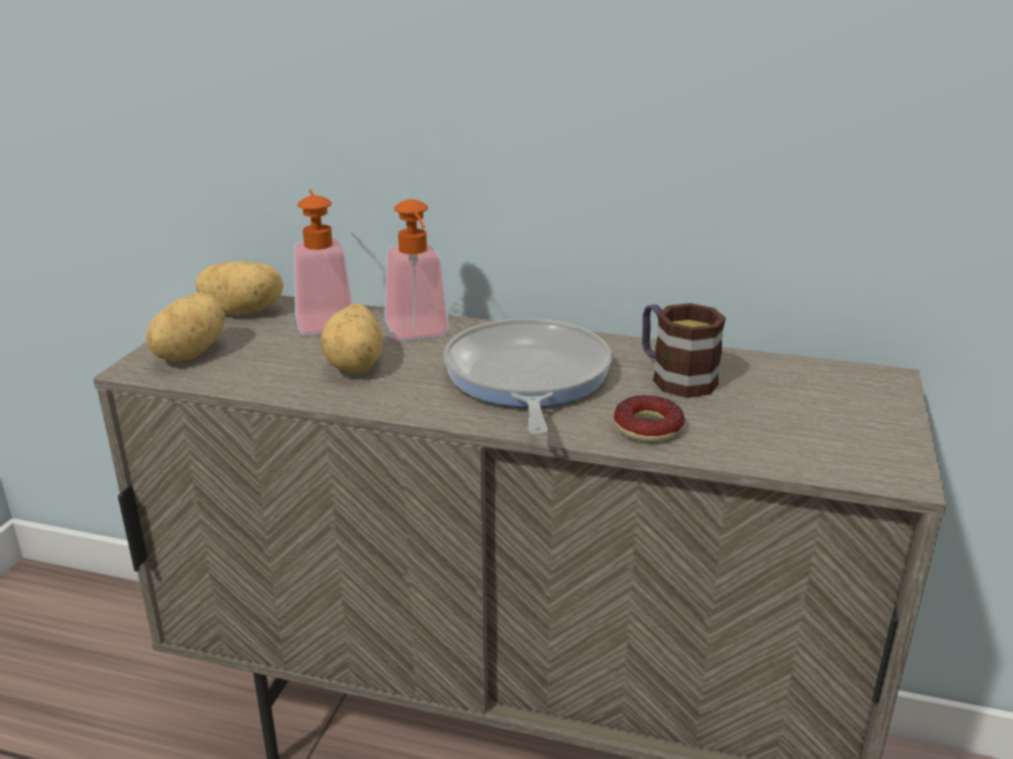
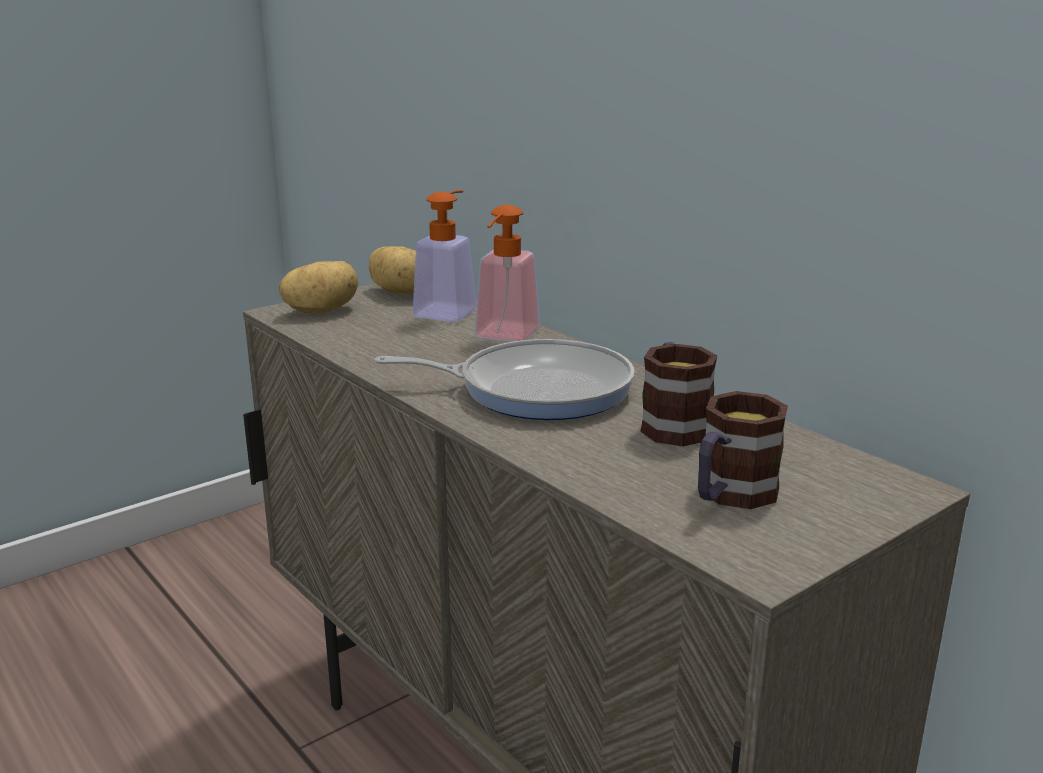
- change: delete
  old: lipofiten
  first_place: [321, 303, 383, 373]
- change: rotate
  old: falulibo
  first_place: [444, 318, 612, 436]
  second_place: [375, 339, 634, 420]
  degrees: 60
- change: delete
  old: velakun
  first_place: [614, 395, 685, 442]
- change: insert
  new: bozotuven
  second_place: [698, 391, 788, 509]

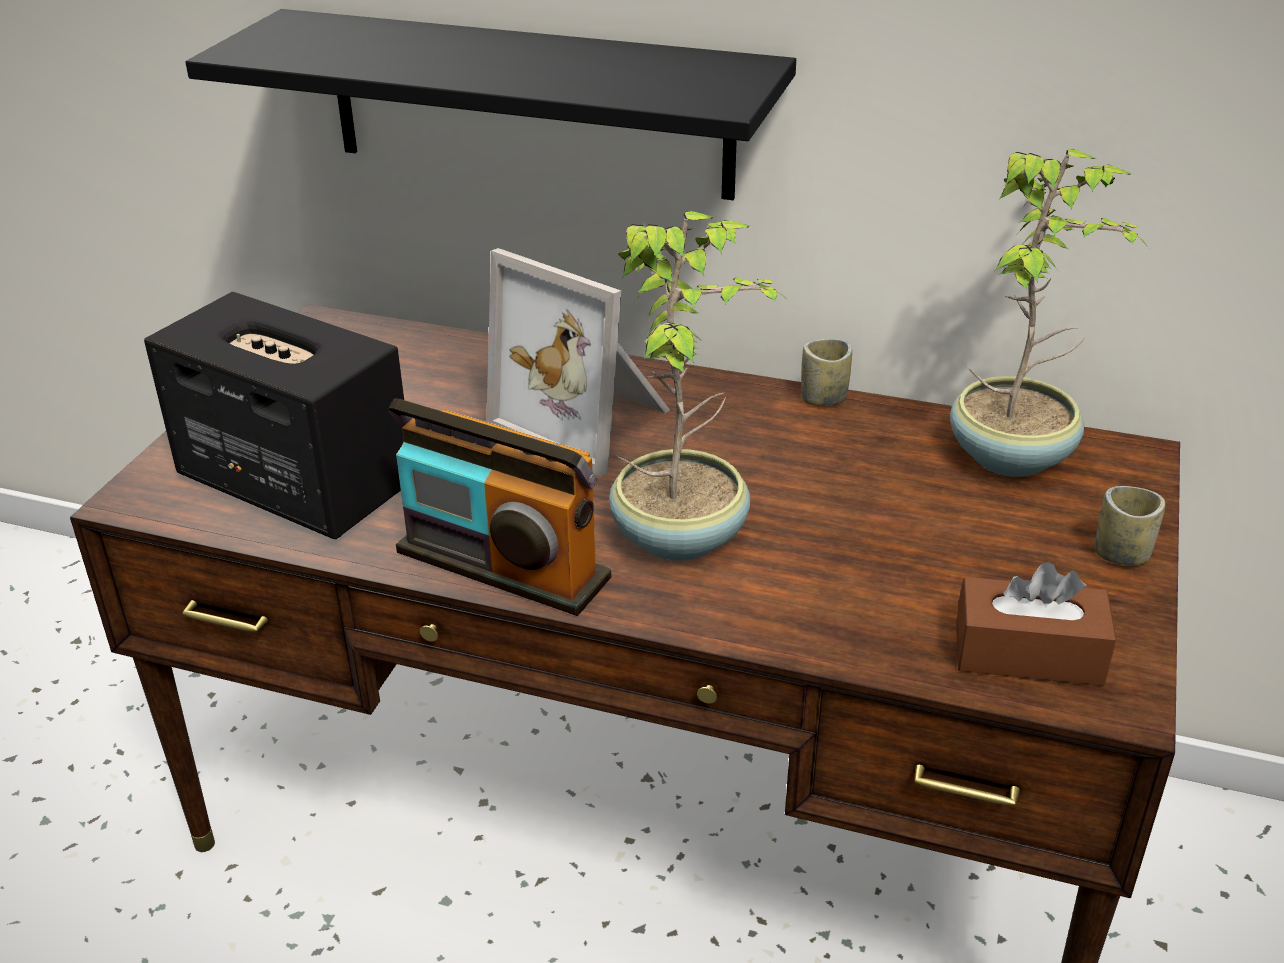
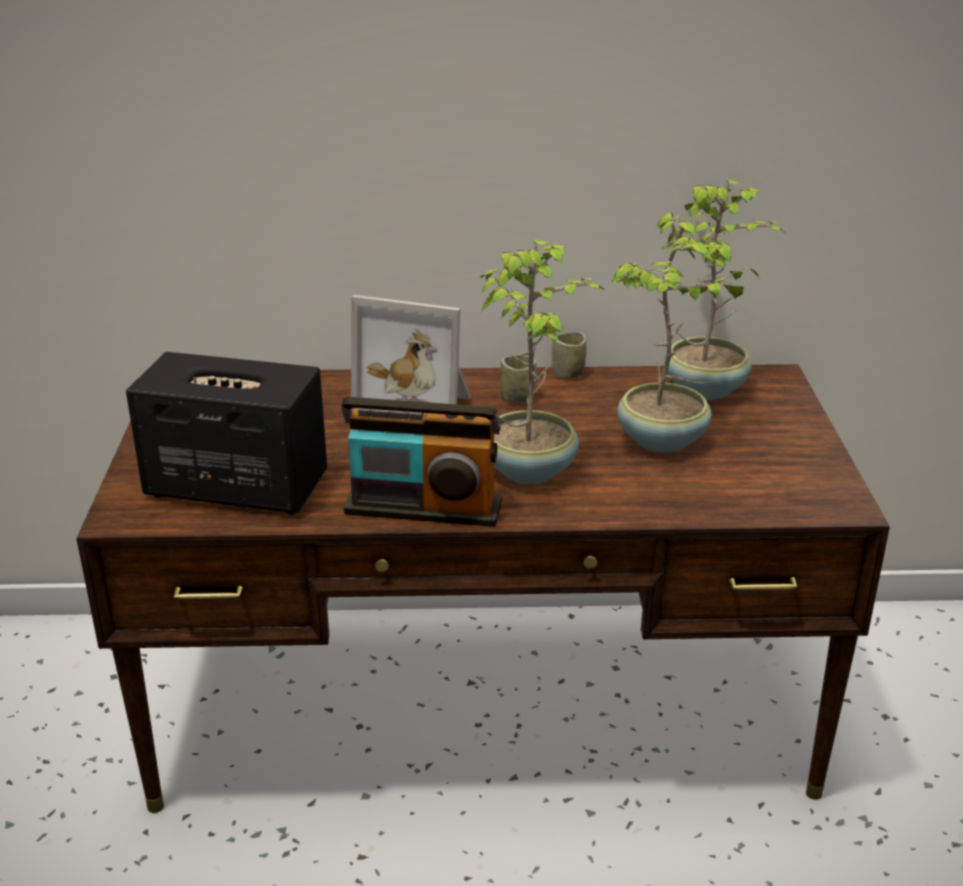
- change: delete
  old: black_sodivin
  first_place: [185, 9, 796, 200]
- change: move
  old: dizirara
  first_place: [1095, 486, 1165, 566]
  second_place: [501, 356, 536, 403]
- change: delete
  old: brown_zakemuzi
  first_place: [956, 562, 1116, 686]
- change: insert
  new: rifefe
  second_place: [610, 213, 758, 452]

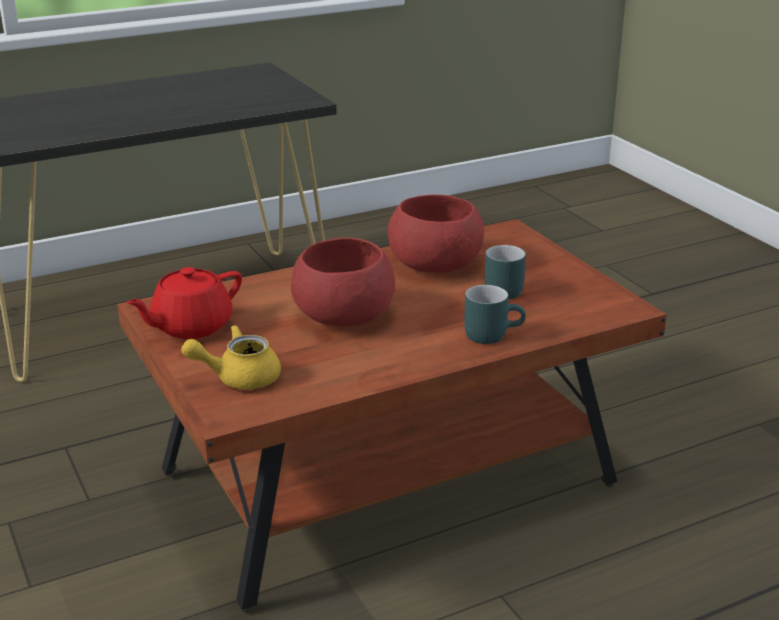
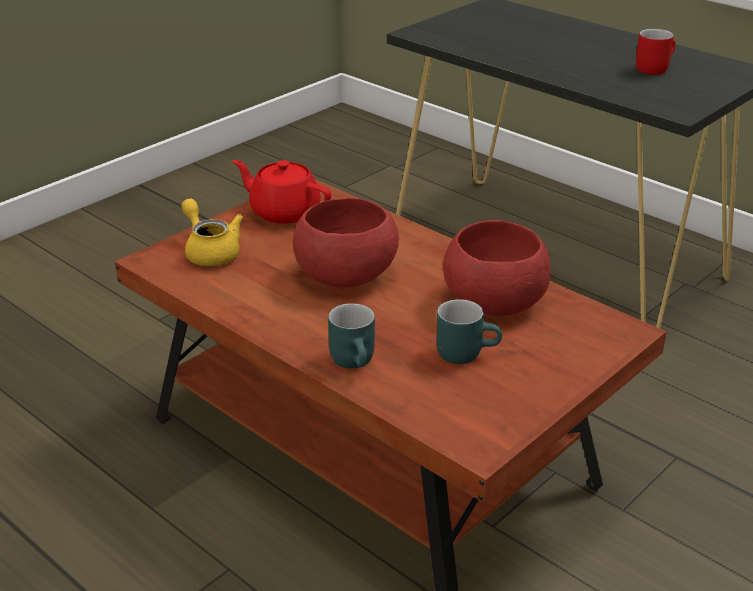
- change: insert
  new: red_bozotuven
  second_place: [636, 29, 676, 75]

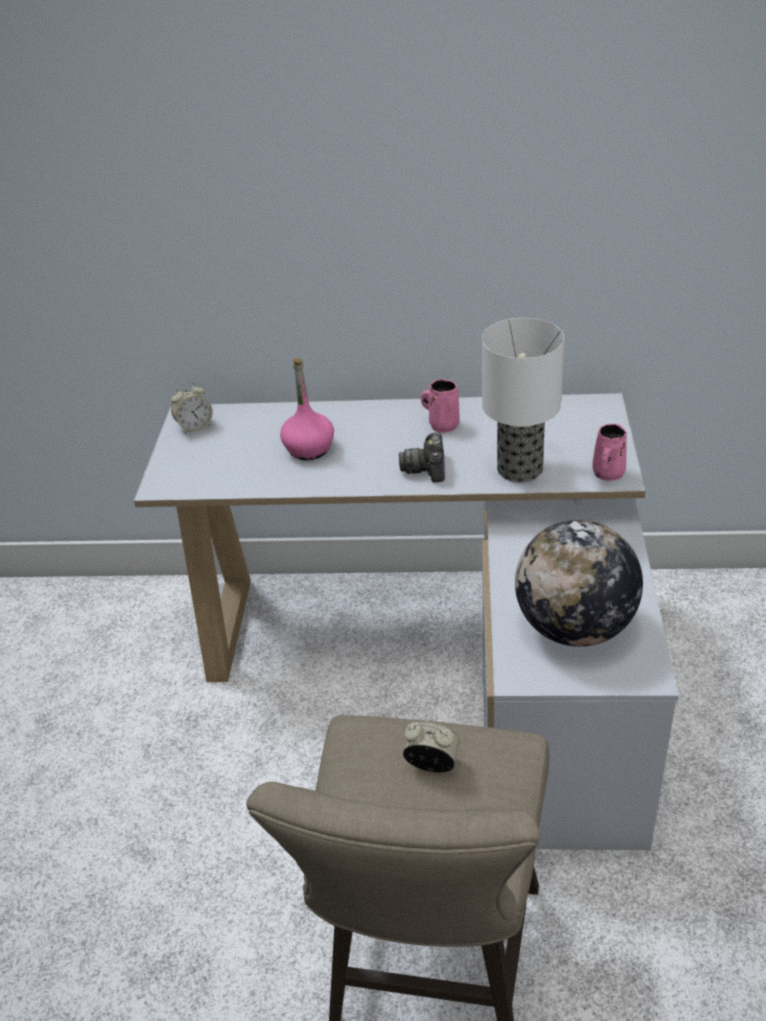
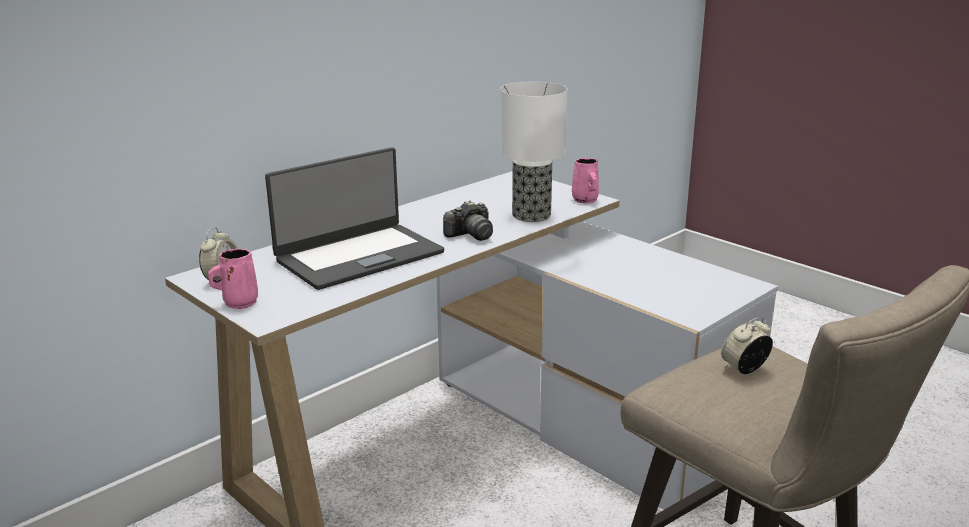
- change: replace
  old: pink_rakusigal
  new: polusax
  first_place: [280, 358, 334, 460]
  second_place: [265, 147, 444, 290]
- change: move
  old: pink_bozotuven
  first_place: [421, 379, 460, 433]
  second_place: [208, 249, 258, 309]
- change: rotate
  old: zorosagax
  first_place: [399, 433, 445, 482]
  second_place: [443, 200, 493, 241]
  degrees: -75
- change: delete
  old: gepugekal
  first_place: [515, 520, 643, 647]

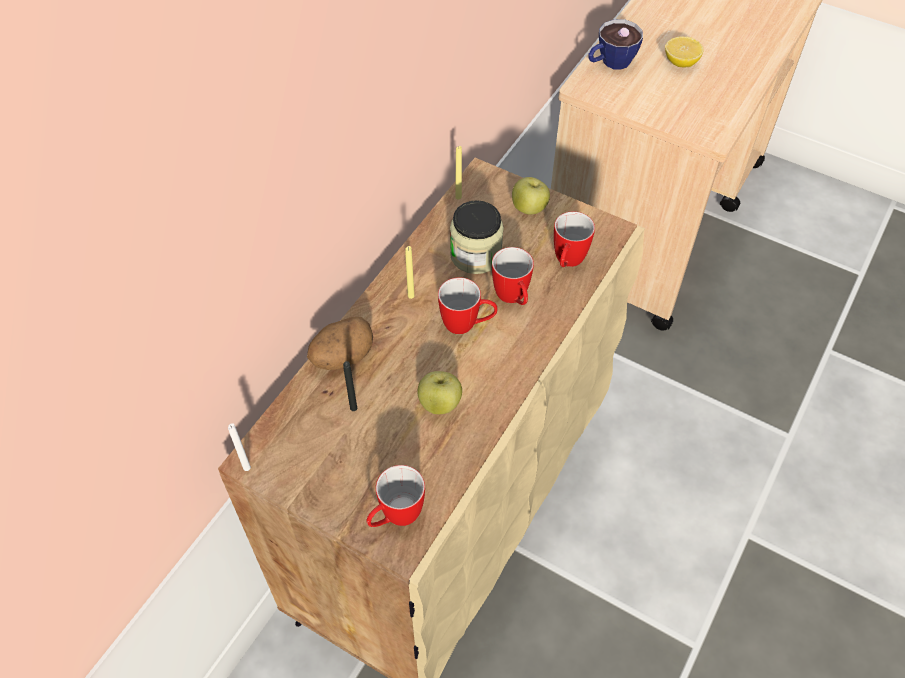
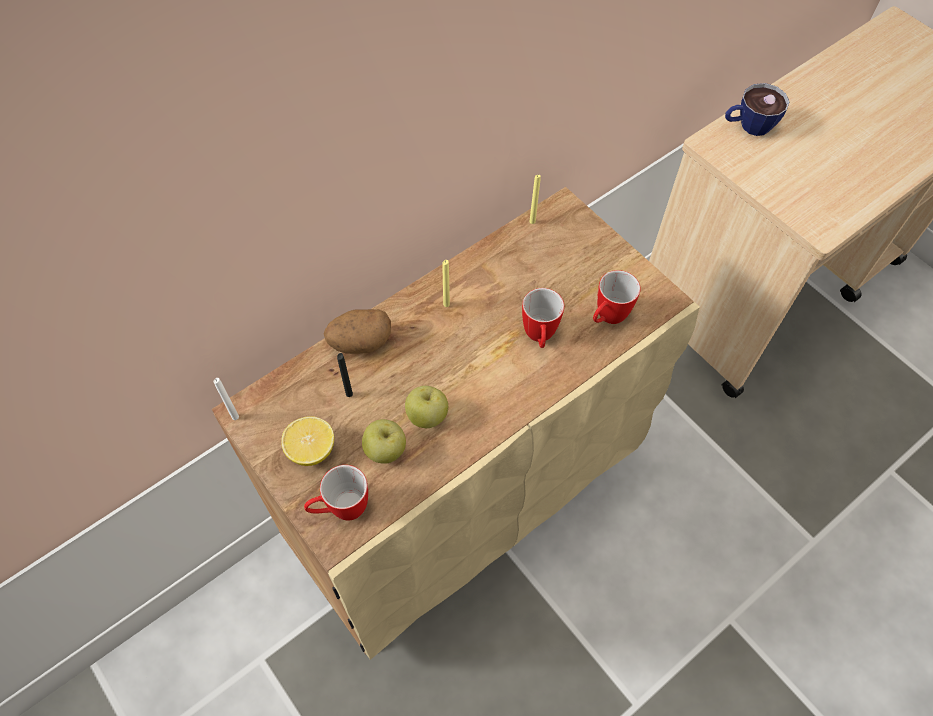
- change: move
  old: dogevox
  first_place: [665, 36, 704, 67]
  second_place: [281, 416, 334, 466]
- change: move
  old: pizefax
  first_place: [512, 177, 550, 215]
  second_place: [362, 419, 406, 464]
- change: delete
  old: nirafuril
  first_place: [450, 200, 504, 274]
- change: delete
  old: bozotuven
  first_place: [438, 277, 498, 334]

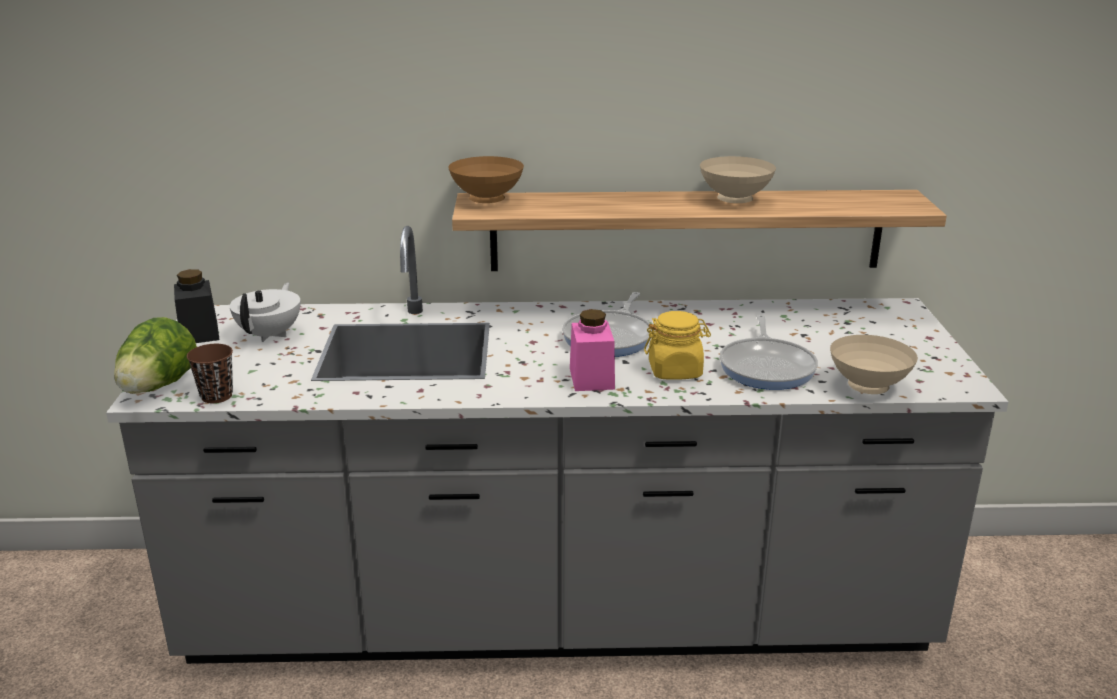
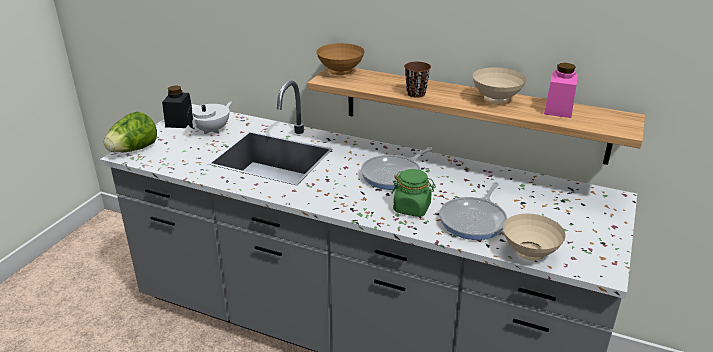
- change: move
  old: pink_nirafuril
  first_place: [570, 309, 615, 391]
  second_place: [544, 63, 578, 118]
- change: recolor
  old: yellow_nirafuril
  new: green_nirafuril
  first_place: [644, 311, 711, 380]
  second_place: [392, 169, 436, 217]
- change: move
  old: brown_dizirara
  first_place: [187, 344, 233, 403]
  second_place: [404, 62, 431, 98]

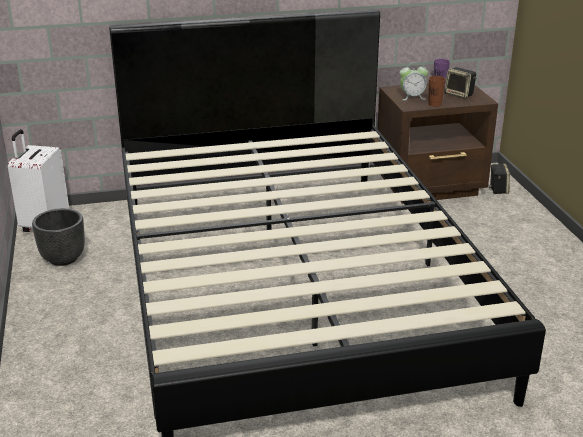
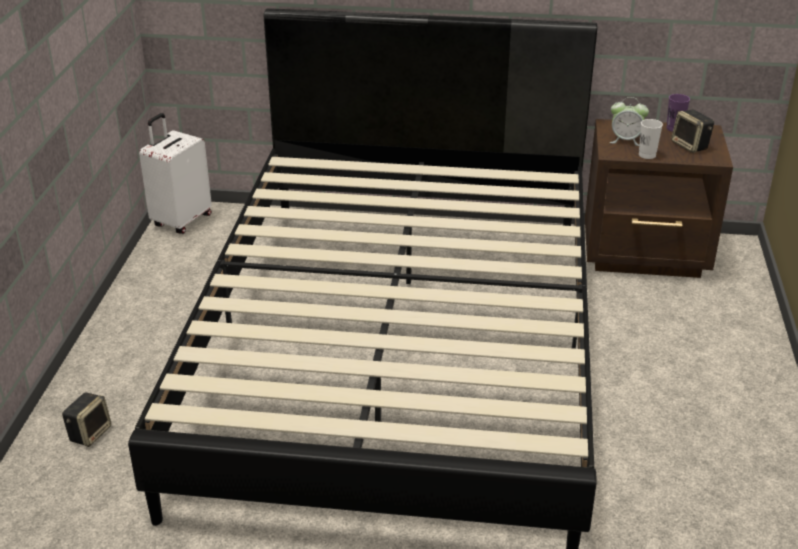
- change: recolor
  old: brown_dizirara
  new: white_dizirara
  first_place: [428, 76, 446, 107]
  second_place: [639, 119, 663, 159]
- change: move
  old: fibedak
  first_place: [489, 163, 510, 194]
  second_place: [62, 392, 111, 447]
- change: delete
  old: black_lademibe
  first_place: [32, 208, 85, 266]

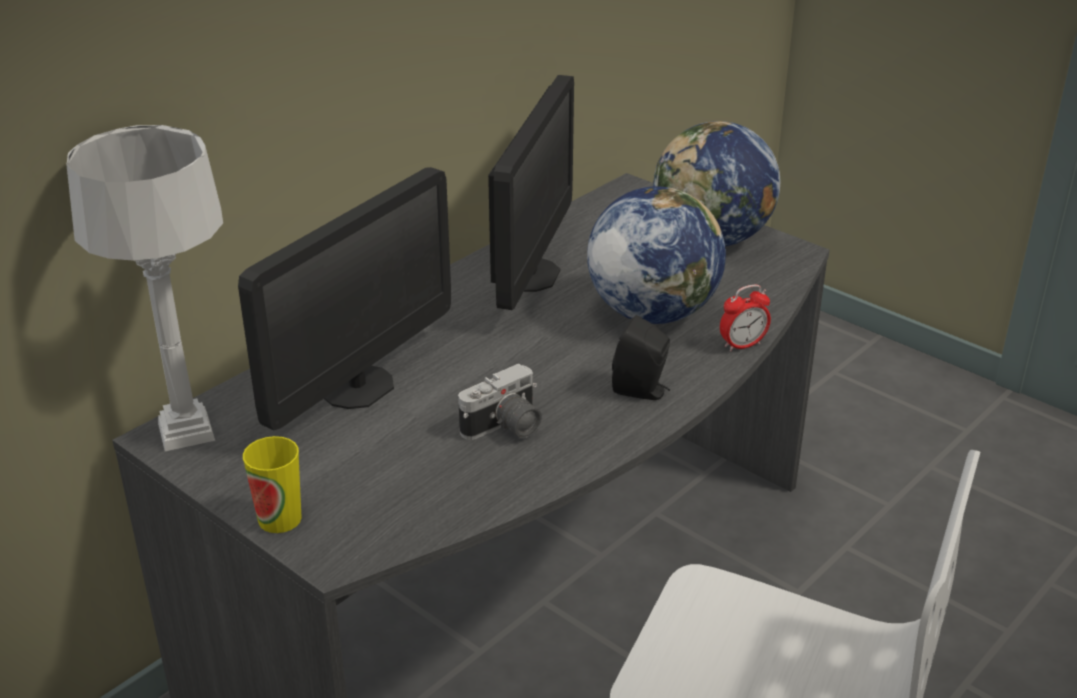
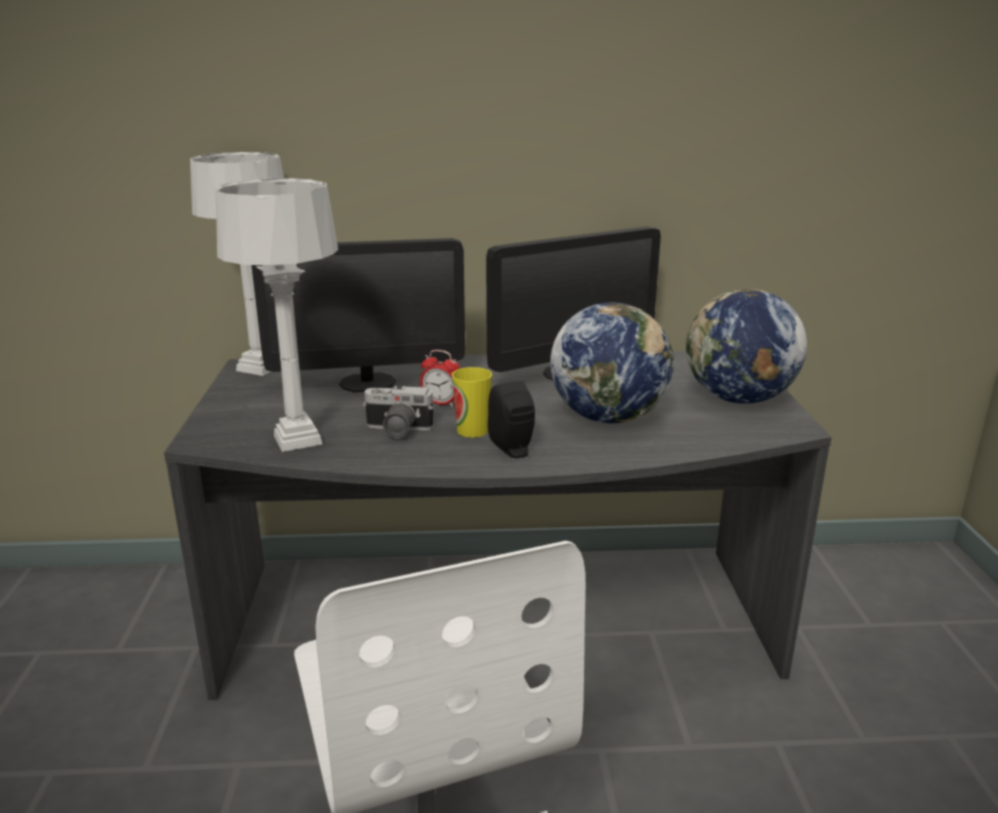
- change: move
  old: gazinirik
  first_place: [720, 285, 771, 352]
  second_place: [420, 350, 460, 407]
- change: move
  old: dizirara
  first_place: [243, 436, 302, 533]
  second_place: [452, 367, 492, 438]
- change: insert
  new: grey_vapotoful
  second_place: [215, 178, 338, 452]

